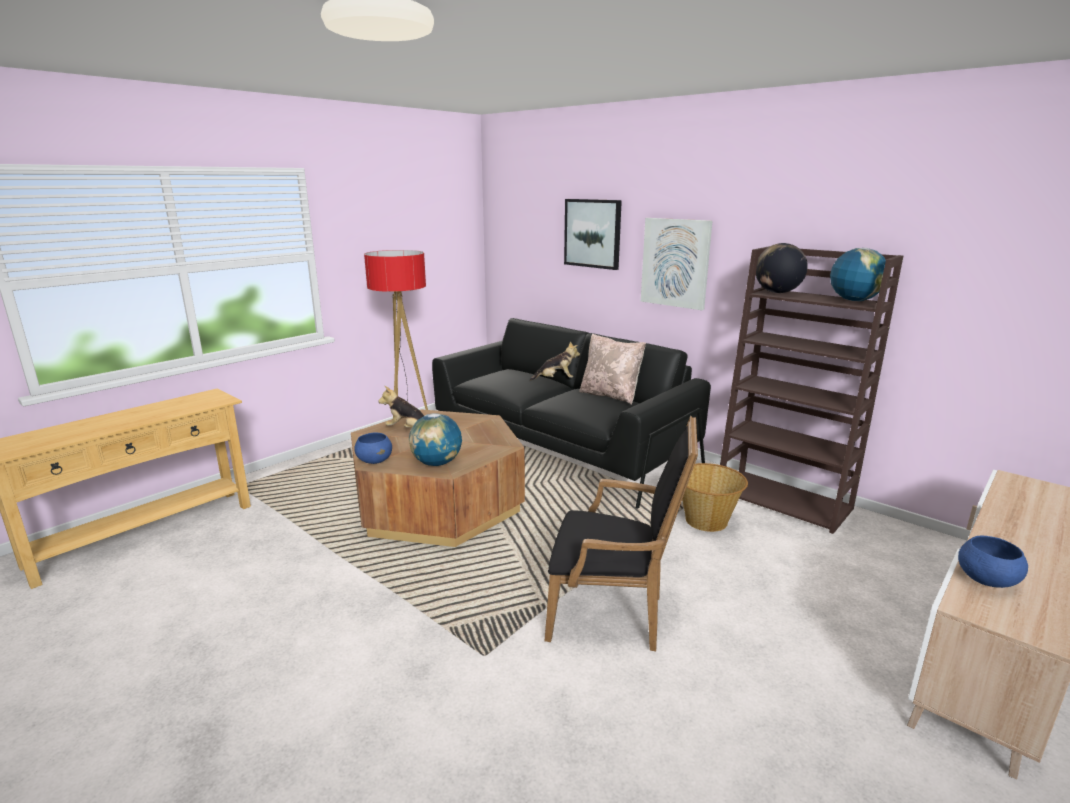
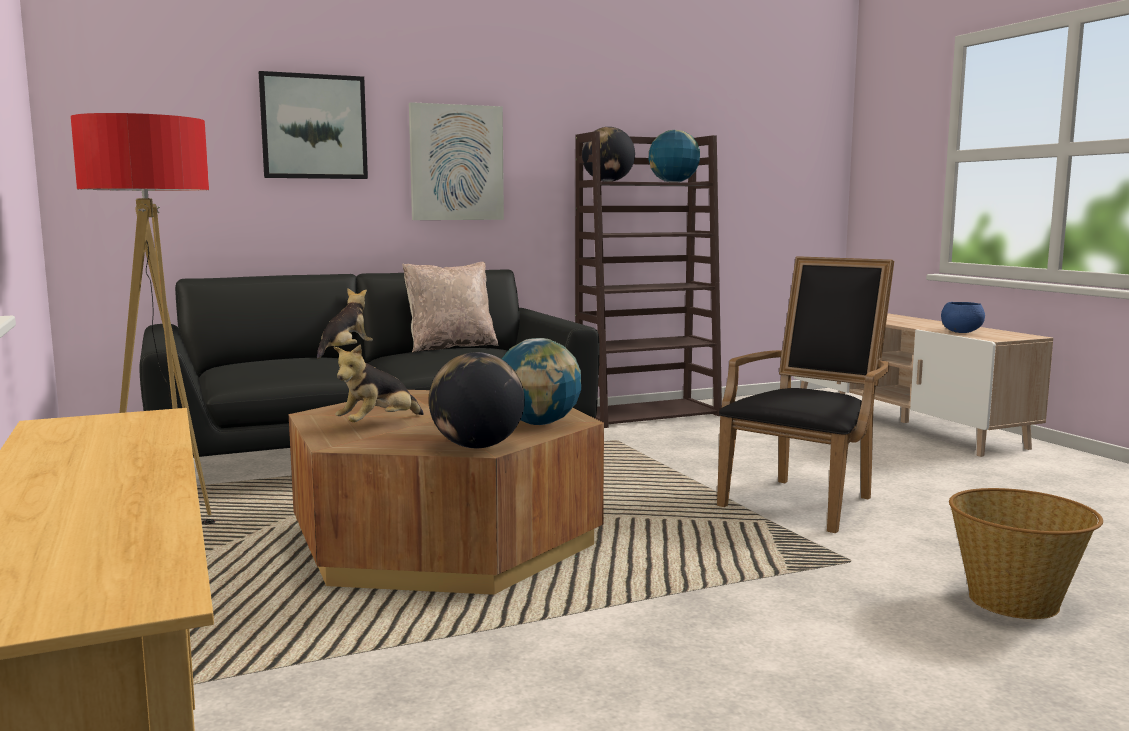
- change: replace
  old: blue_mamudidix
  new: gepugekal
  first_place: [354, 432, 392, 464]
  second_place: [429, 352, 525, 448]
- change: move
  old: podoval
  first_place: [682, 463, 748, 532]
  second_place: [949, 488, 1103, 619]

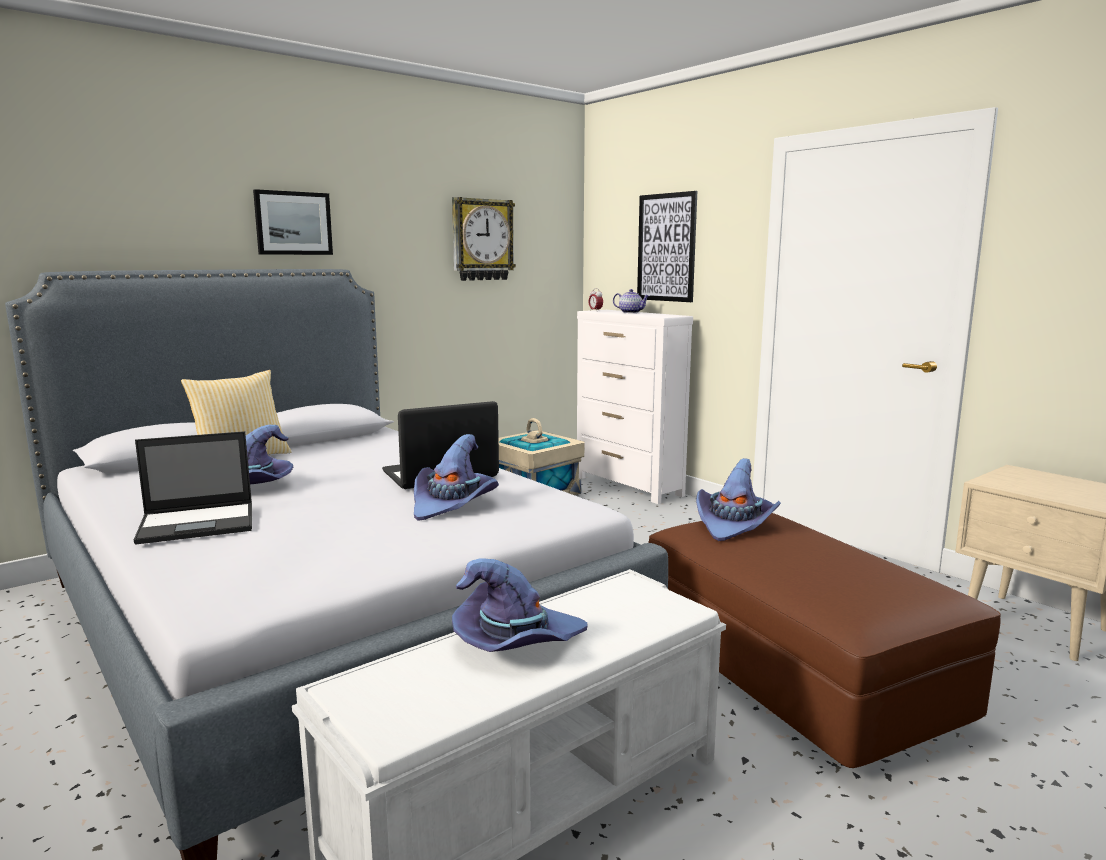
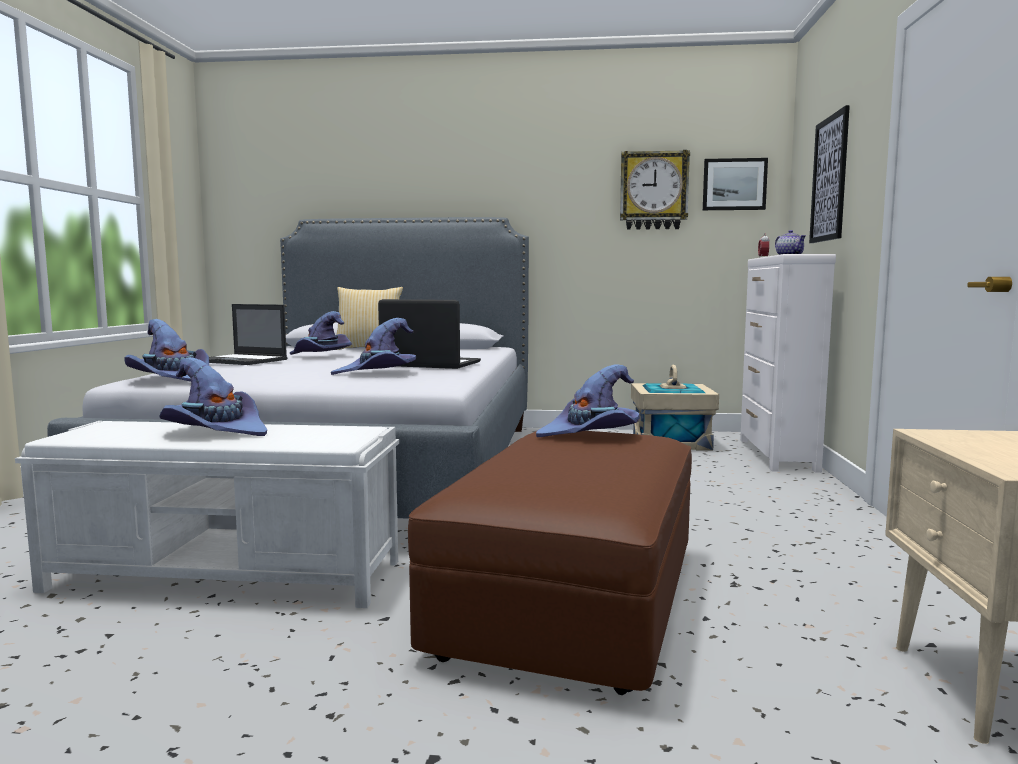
- change: move
  old: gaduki
  first_place: [253, 189, 333, 255]
  second_place: [703, 158, 768, 210]
- change: insert
  new: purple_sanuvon
  second_place: [124, 319, 209, 382]

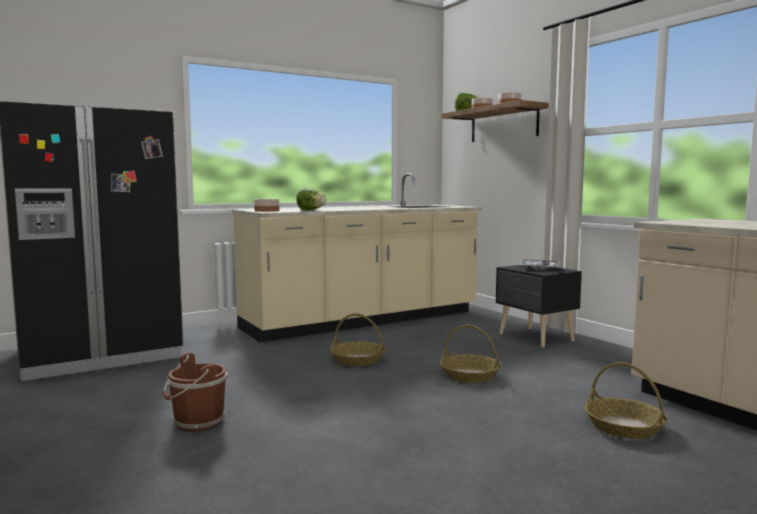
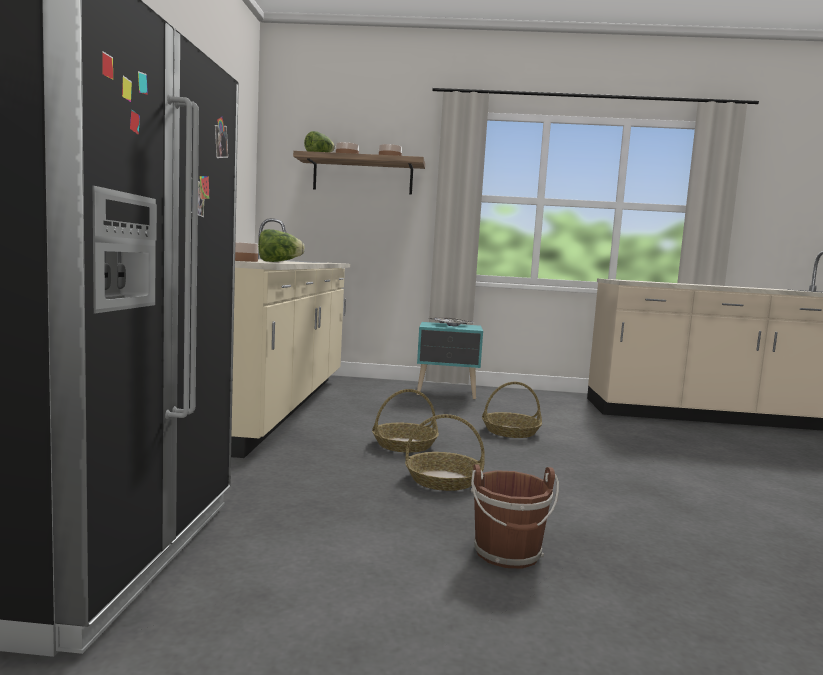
- change: recolor
  old: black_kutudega
  new: turquoise_kutudega
  first_place: [496, 265, 582, 348]
  second_place: [417, 322, 483, 399]
- change: move
  old: podoval
  first_place: [585, 362, 668, 439]
  second_place: [405, 414, 485, 491]

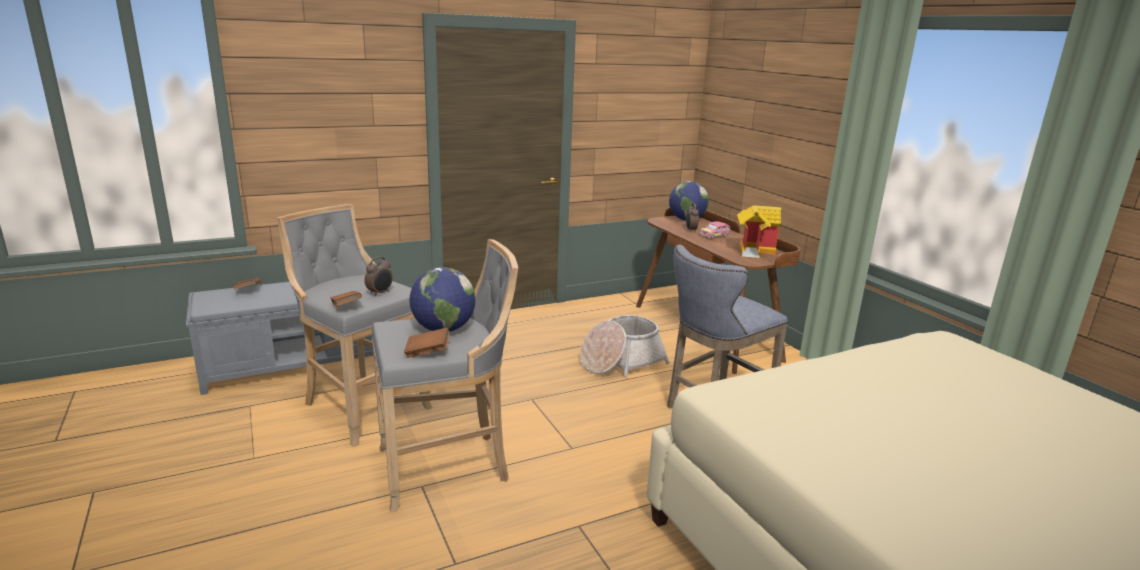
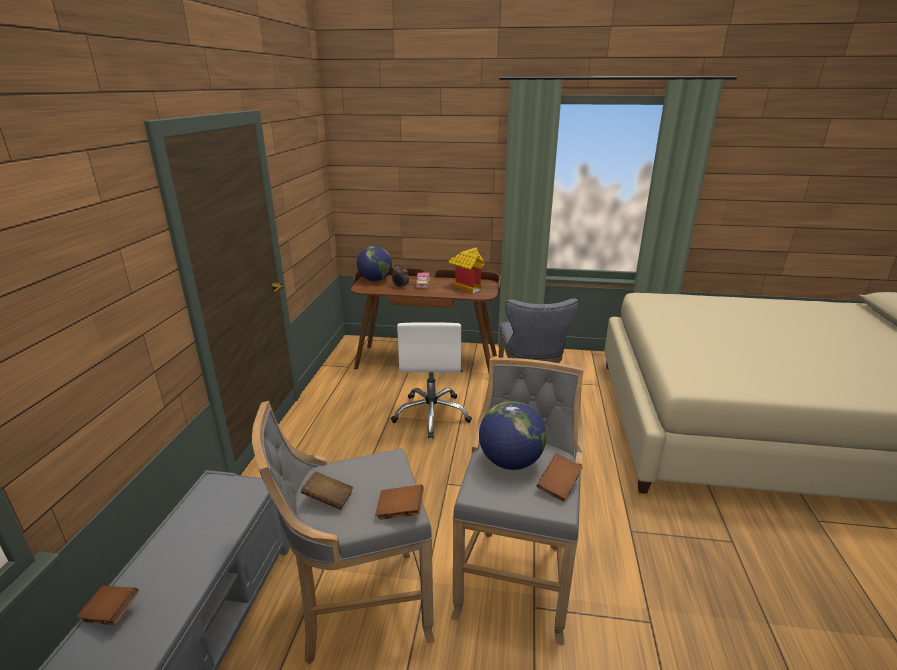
- change: delete
  old: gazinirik
  first_place: [364, 257, 393, 296]
- change: replace
  old: podoval
  new: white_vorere
  first_place: [580, 315, 670, 377]
  second_place: [391, 323, 472, 439]
- change: insert
  new: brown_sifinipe
  second_place: [301, 471, 353, 510]

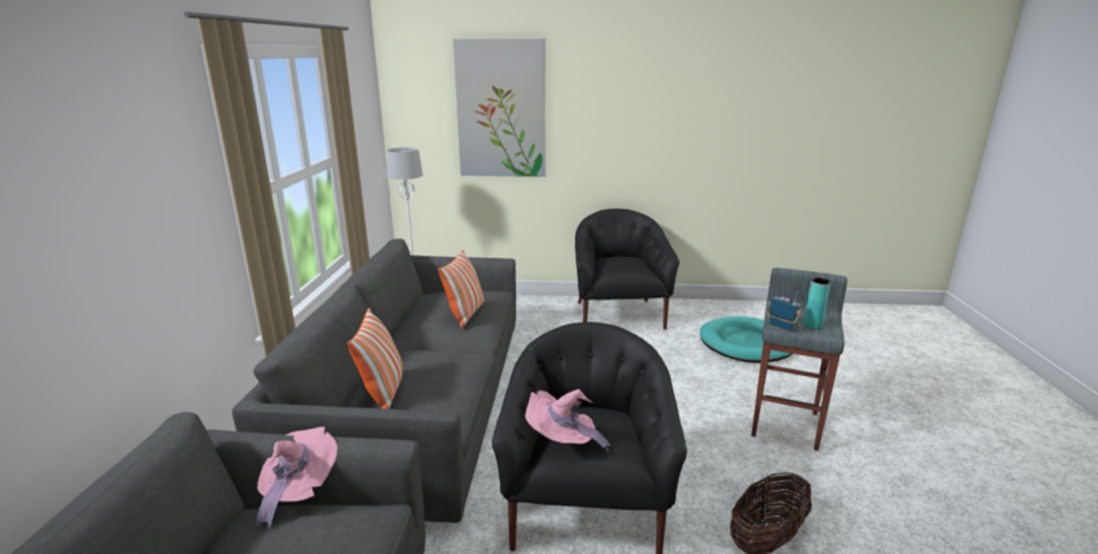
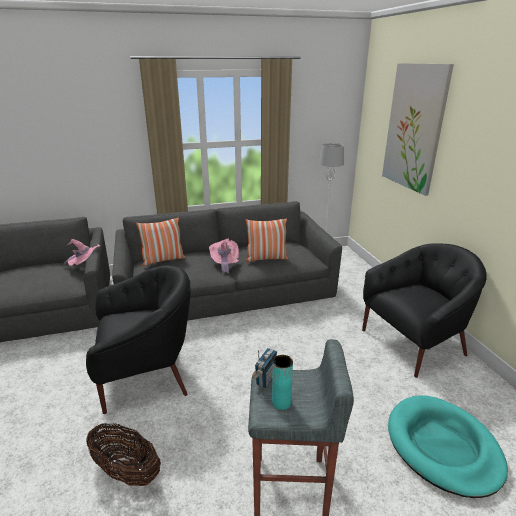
- change: move
  old: pink_sanuvon
  first_place: [525, 389, 610, 453]
  second_place: [209, 239, 239, 274]

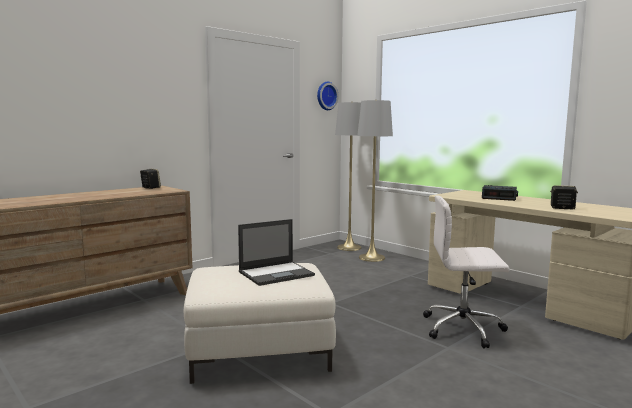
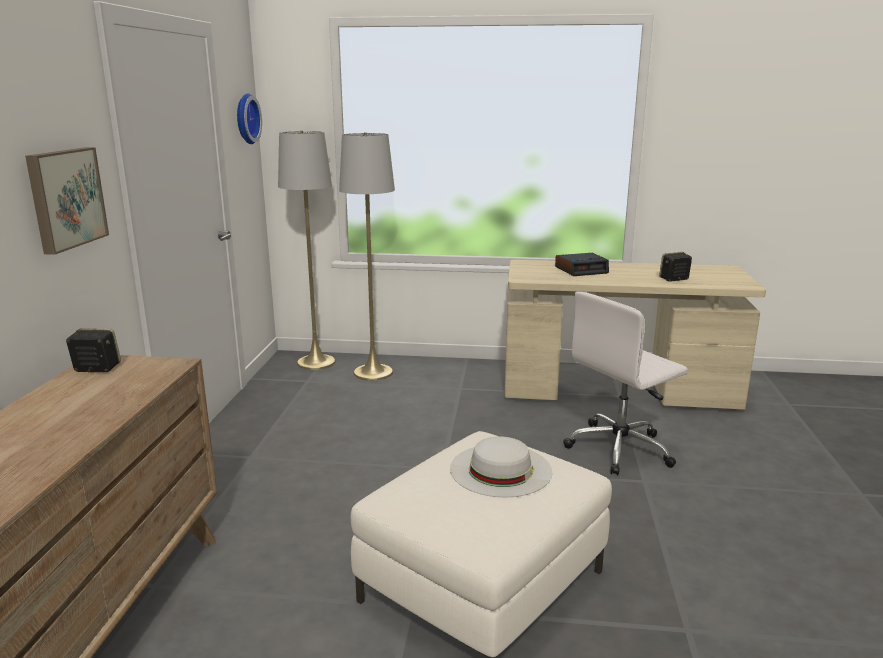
- change: replace
  old: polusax
  new: white_sanuvon
  first_place: [238, 219, 315, 286]
  second_place: [450, 436, 552, 498]
- change: insert
  new: gaduki
  second_place: [25, 147, 109, 255]

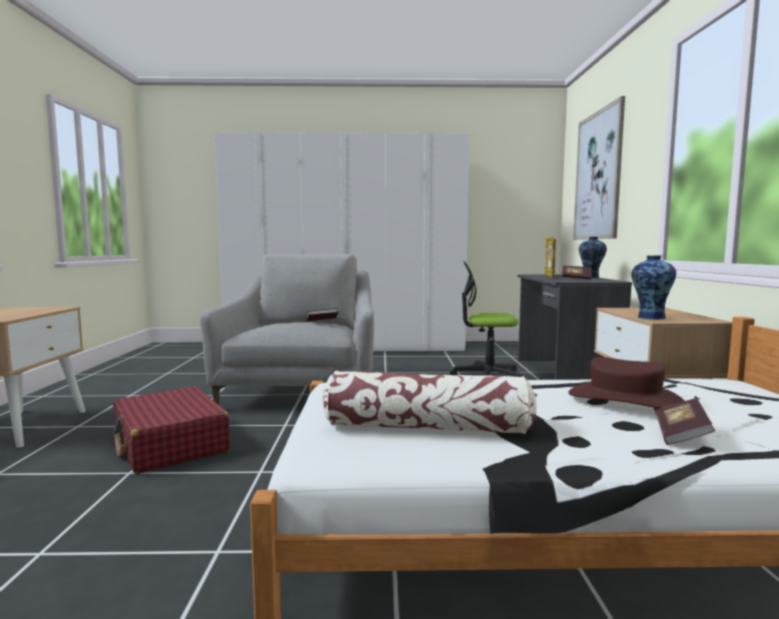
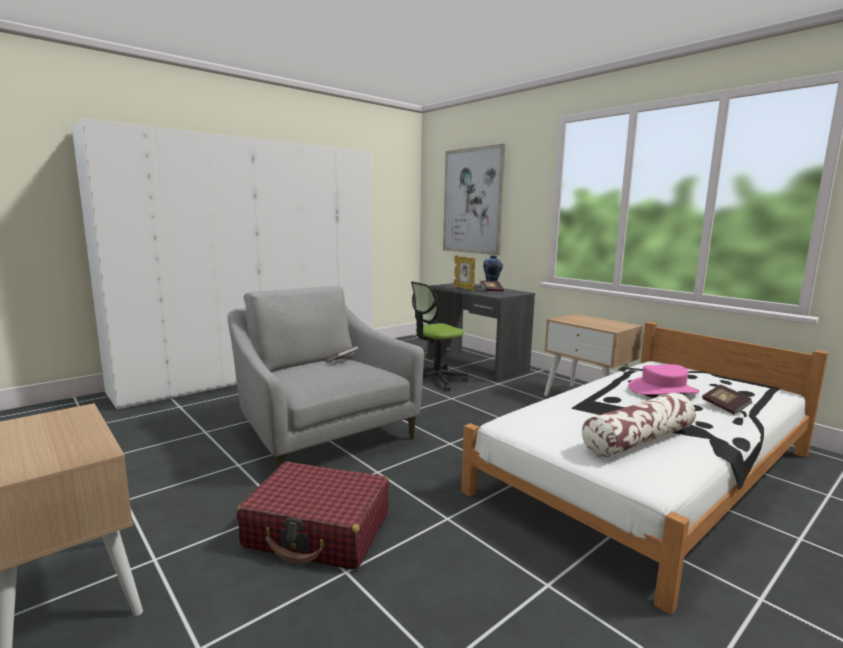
- change: delete
  old: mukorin
  first_place: [631, 255, 676, 319]
- change: recolor
  old: brown_sanuvon
  new: pink_sanuvon
  first_place: [569, 357, 685, 409]
  second_place: [628, 364, 699, 395]

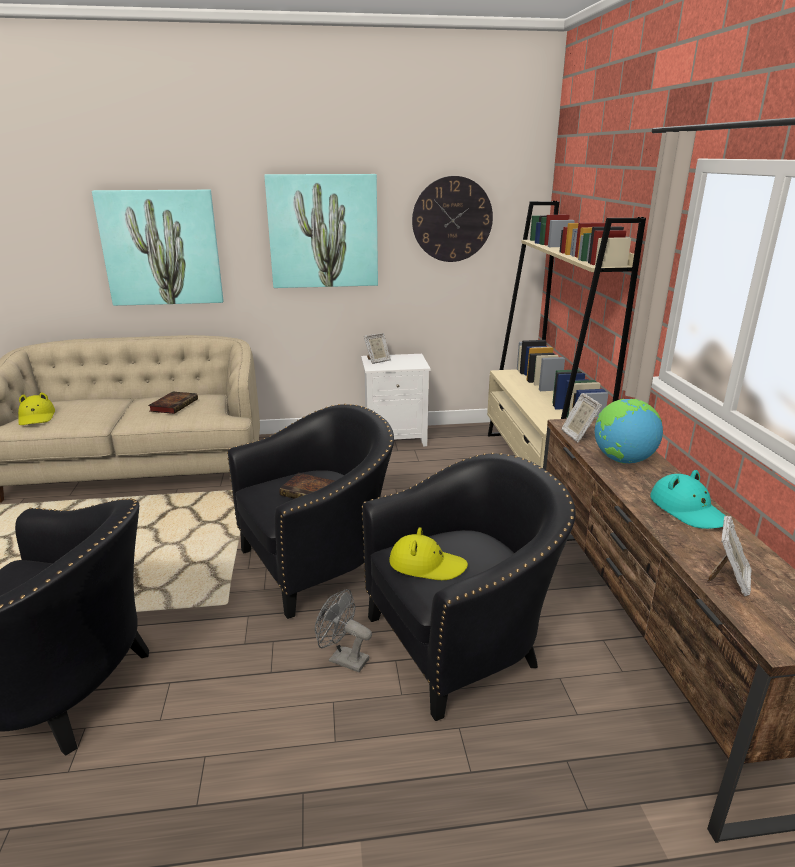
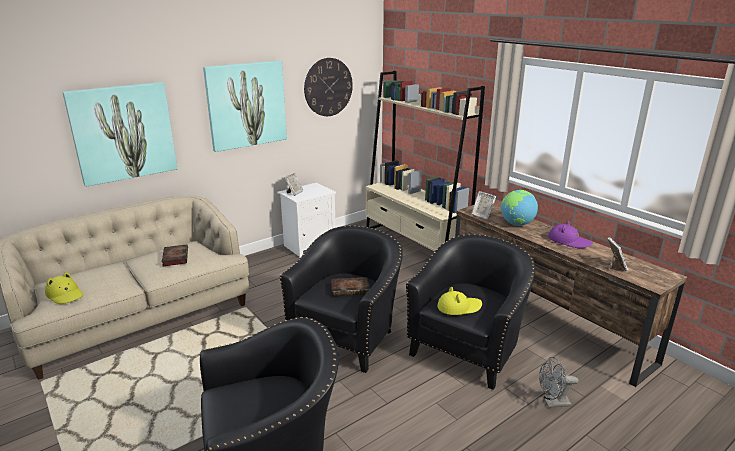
- change: recolor
  old: turquoise_sanuvon
  new: purple_sanuvon
  first_place: [650, 470, 726, 529]
  second_place: [548, 220, 593, 248]
- change: move
  old: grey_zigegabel
  first_place: [315, 589, 372, 672]
  second_place: [539, 357, 578, 408]

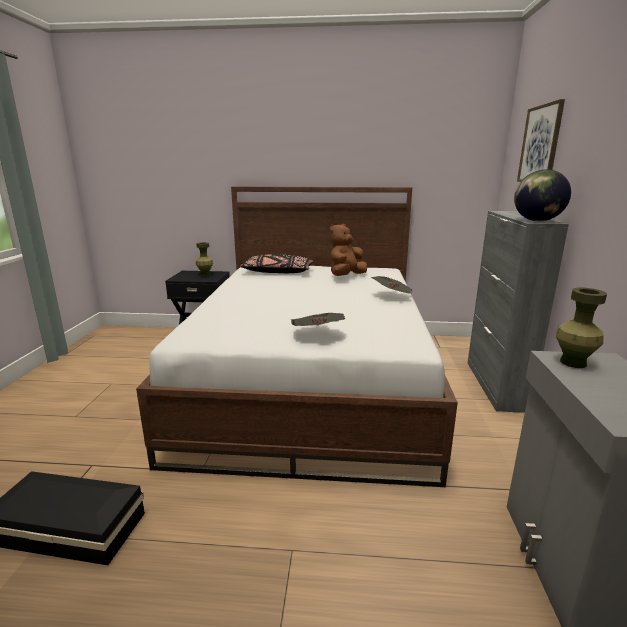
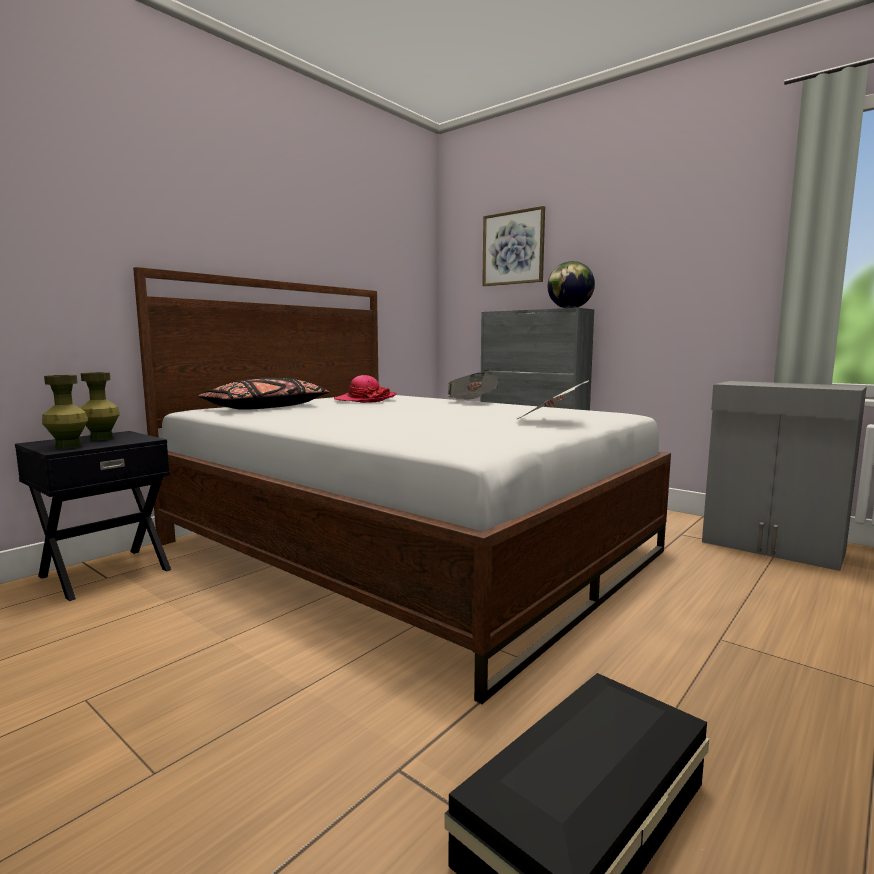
- change: replace
  old: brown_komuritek
  new: sanuvon
  first_place: [330, 224, 367, 276]
  second_place: [334, 375, 397, 403]
- change: move
  old: green_mukorin
  first_place: [556, 288, 607, 368]
  second_place: [42, 375, 88, 449]

